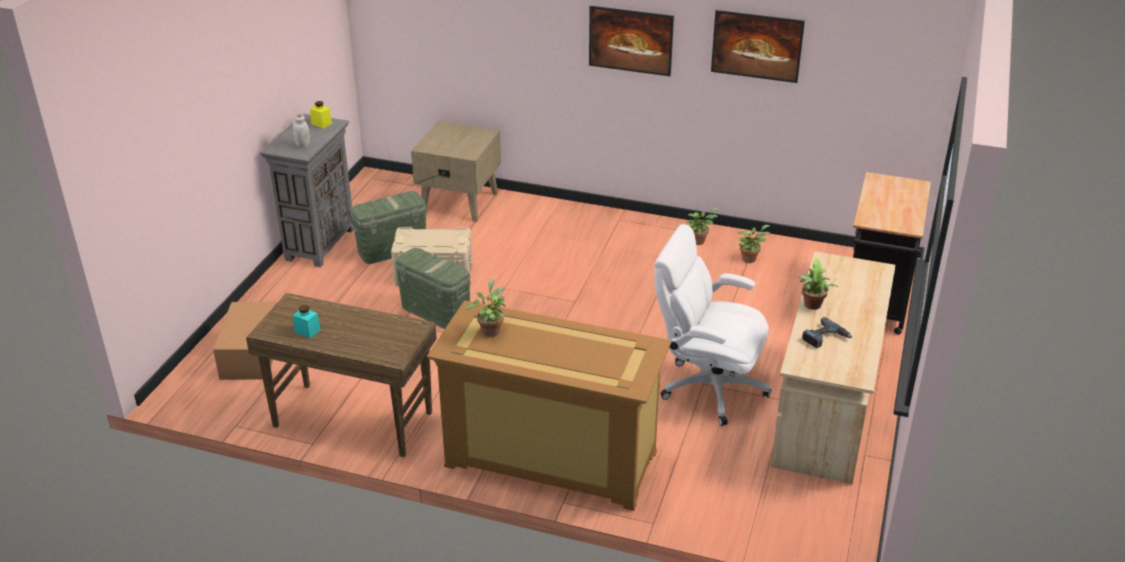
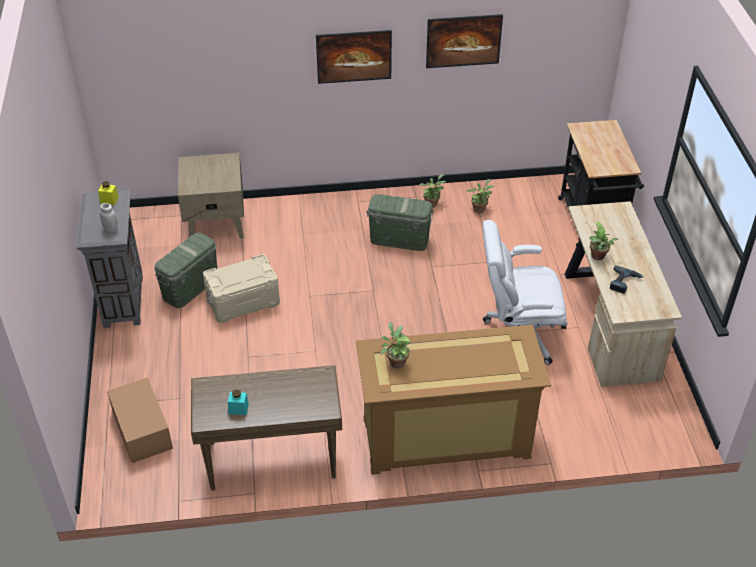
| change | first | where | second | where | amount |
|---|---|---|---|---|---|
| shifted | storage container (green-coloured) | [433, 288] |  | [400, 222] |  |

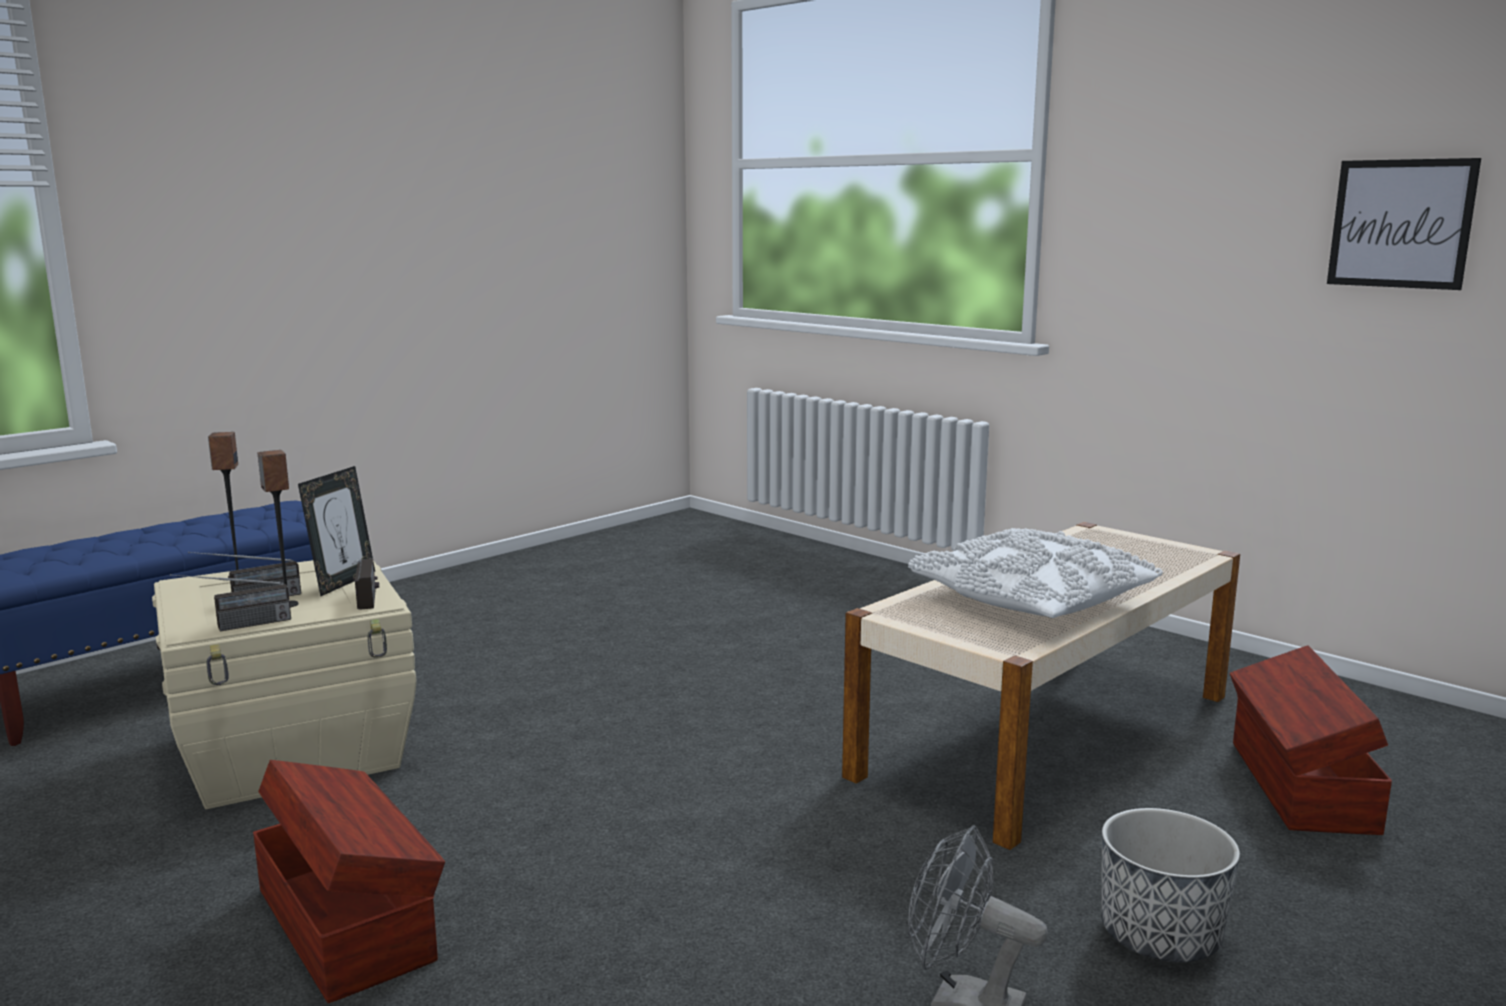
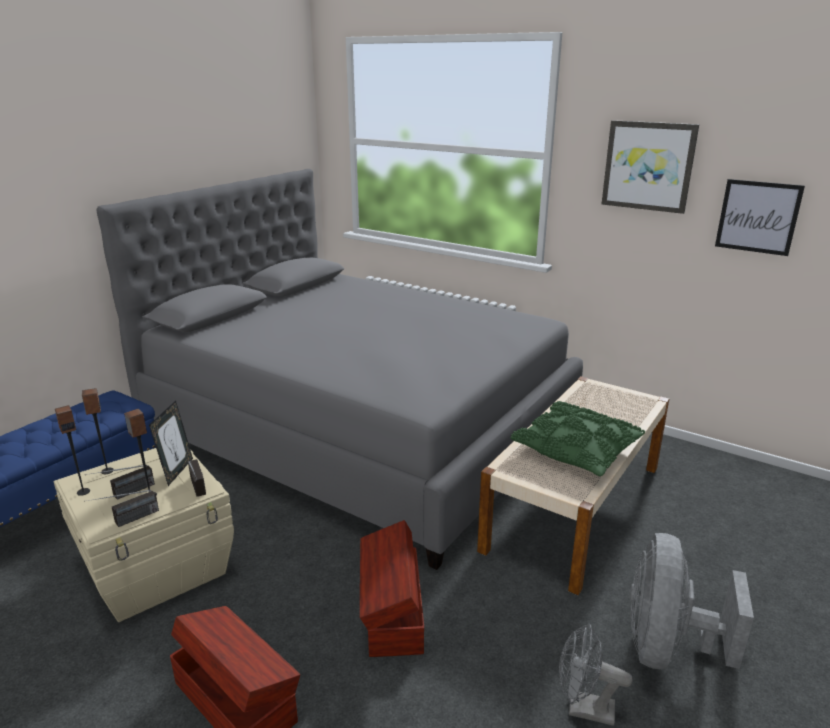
| change | first | where | second | where | amount |
|---|---|---|---|---|---|
| new |  |  | loudspeaker | [72, 450] |  |
| new |  |  | bed (greyish) | [340, 369] |  |
| new |  |  | wall picture | [650, 167] |  |
| shifted | storage container (brown-coloured) | [1311, 740] |  | [392, 588] |  |
| swapped | flower pot | [1170, 885] | fan (greyish) | [692, 601] |  |
| repainted | pillow (whitish) | [1035, 573] | pillow (green-coloured) | [577, 438] |  |

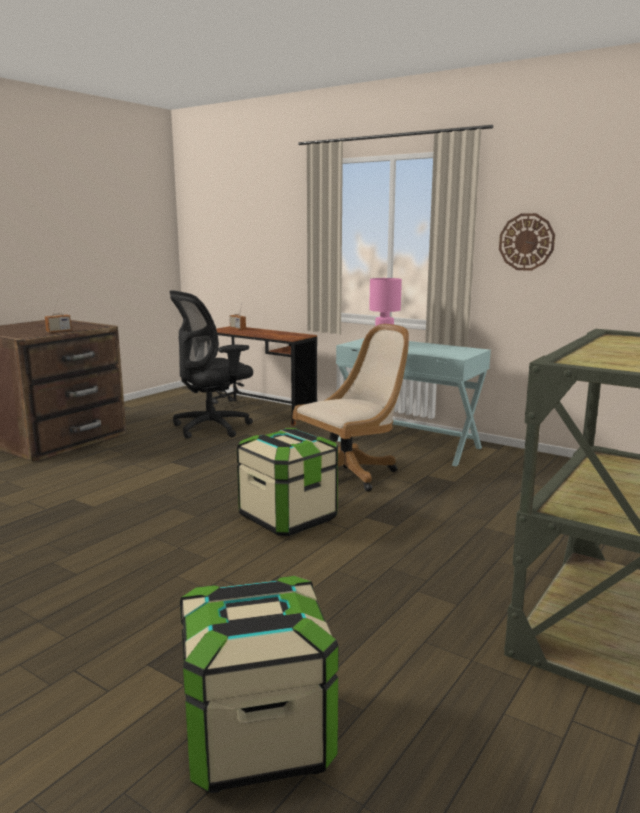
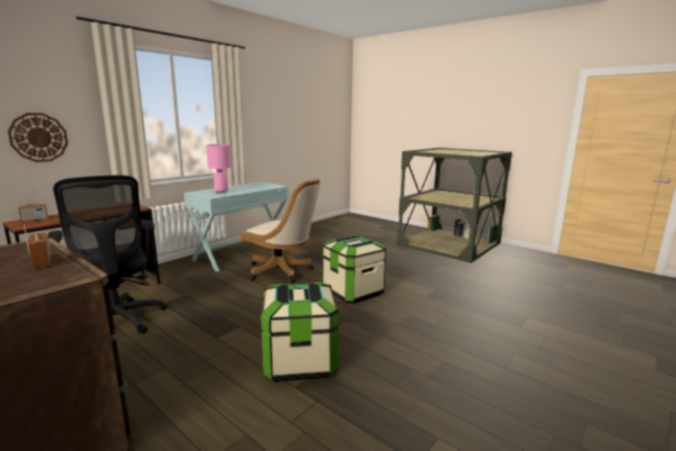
| change | first | where | second | where | amount |
|---|---|---|---|---|---|
| shifted | storage container | [259, 684] |  | [300, 332] |  |
| shifted | wall clock | [527, 242] |  | [38, 137] |  |
| rotated | computer chair | [350, 407] |  | [280, 230] | 150 degrees clockwise |

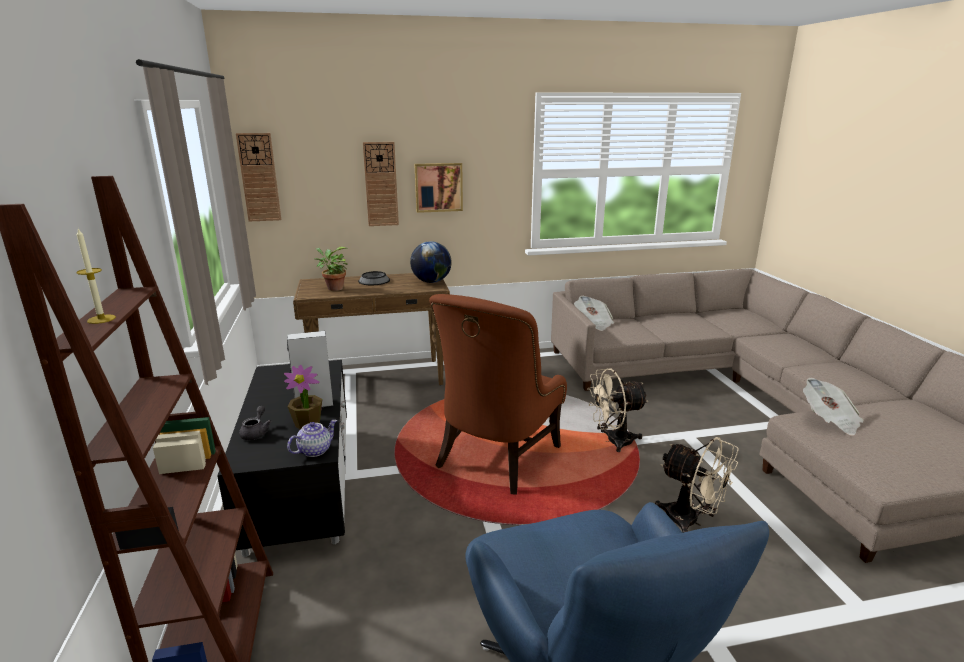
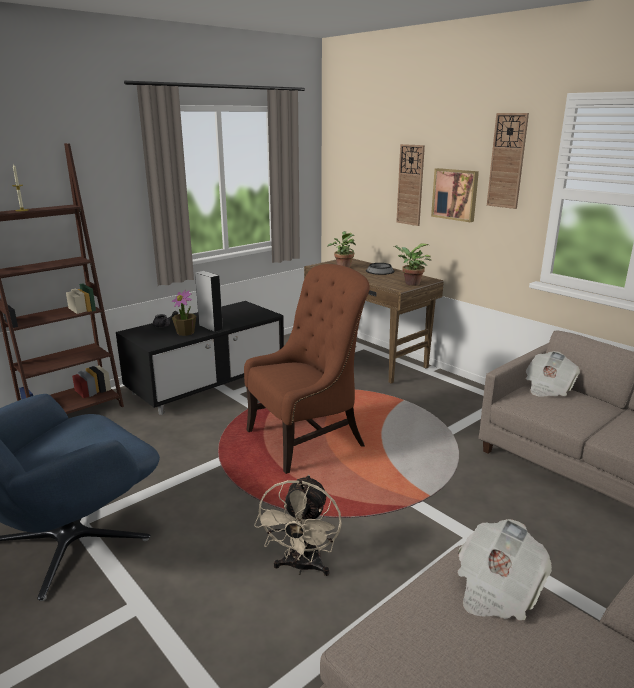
| change | first | where | second | where | amount |
|---|---|---|---|---|---|
| gone | teapot | [312, 438] |  |  |  |
| gone | fan (sand-coloured) | [617, 410] |  |  |  |
| shifted | wall clock | [258, 177] |  | [508, 161] |  |
| swapped | globe | [431, 262] | plant in a pot | [413, 265] |  |
| rotated | armchair (brown-coloured) | [498, 394] |  | [307, 369] | 150 degrees clockwise |

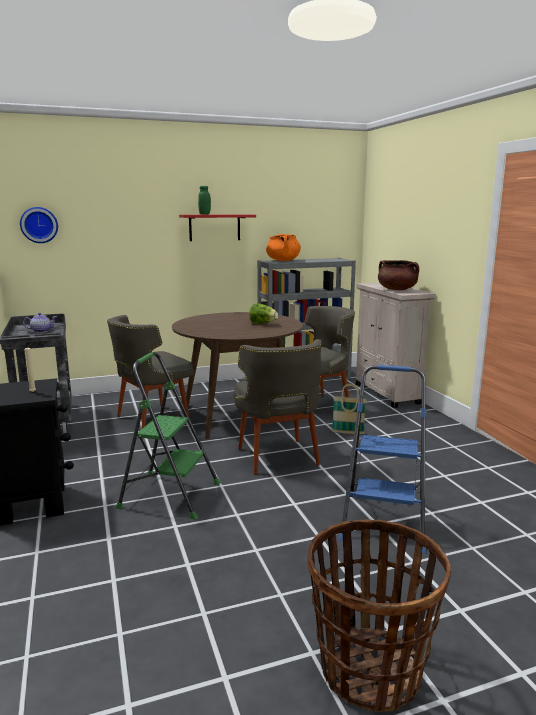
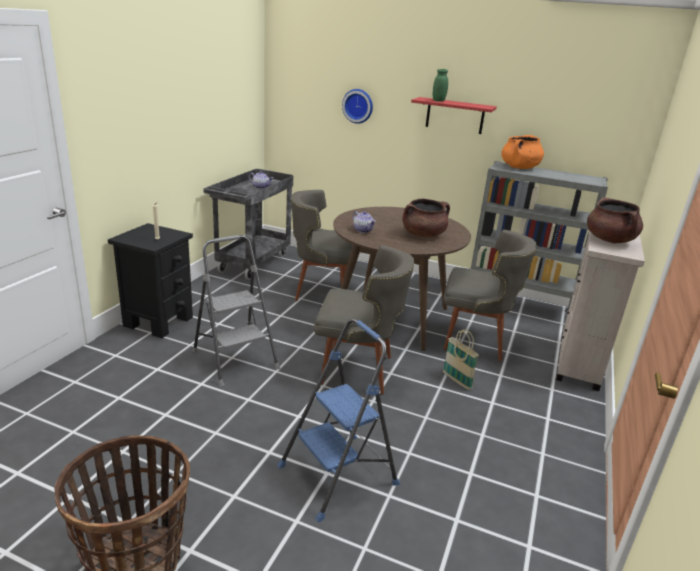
| change | first | where | second | where | amount |
|---|---|---|---|---|---|
| new |  |  | teapot | [364, 222] |  |
| shifted | wall clock | [39, 225] |  | [357, 106] |  |
| swapped | lettuce head | [263, 313] | saucepot (brown-coloured) | [426, 218] |  |
| repainted | step stool (green-coloured) | [168, 436] | step stool (greyish) | [236, 311] |  |
| rotated | chair (greyish) | [277, 407] |  | [364, 319] | 105 degrees counterclockwise |

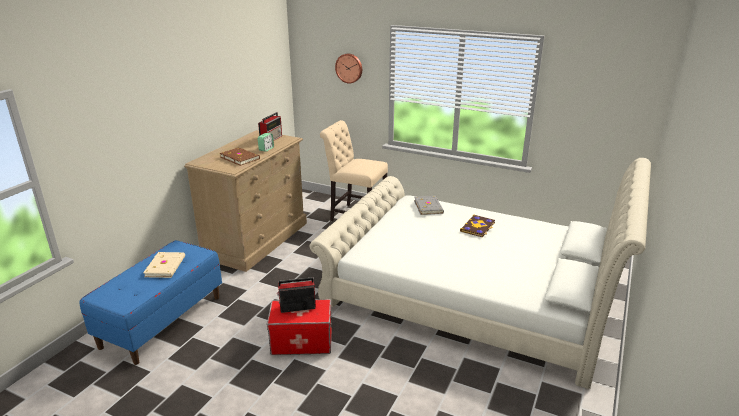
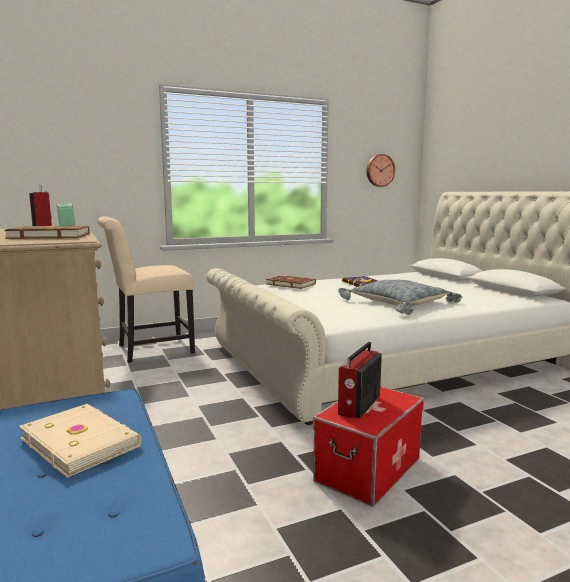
| change | first | where | second | where | amount |
|---|---|---|---|---|---|
| new |  |  | pillow | [400, 297] |  |
| shifted | wall clock | [348, 69] |  | [381, 170] |  |
| repainted | bound book (greyish) | [429, 205] | bound book (brown-coloured) | [291, 282] |  |

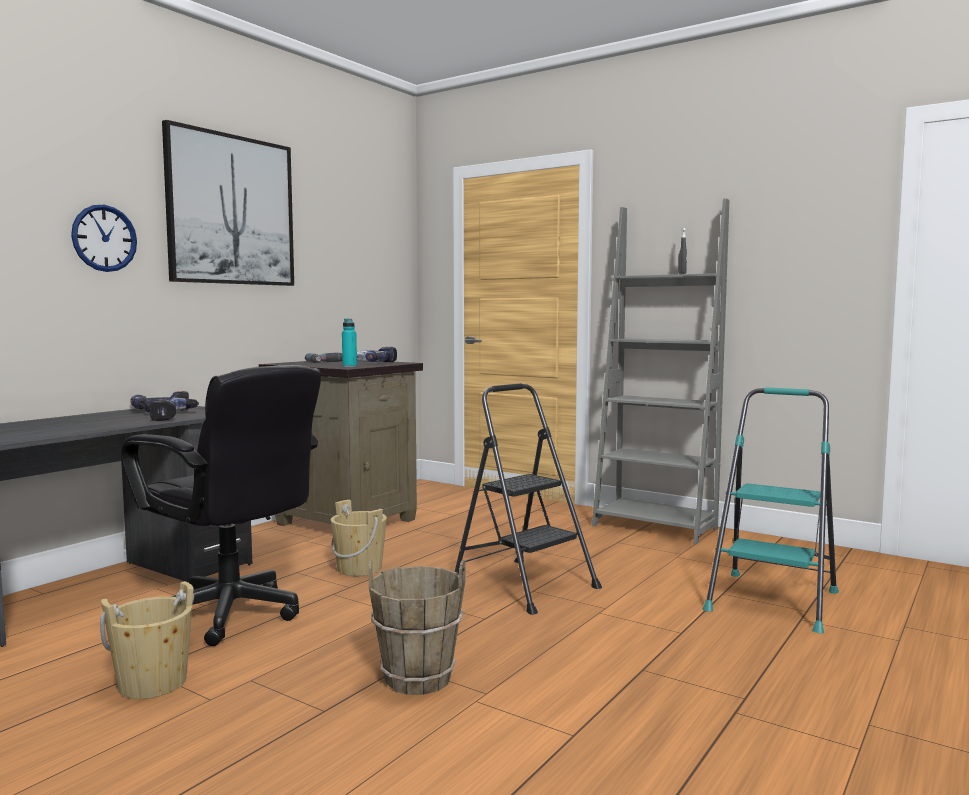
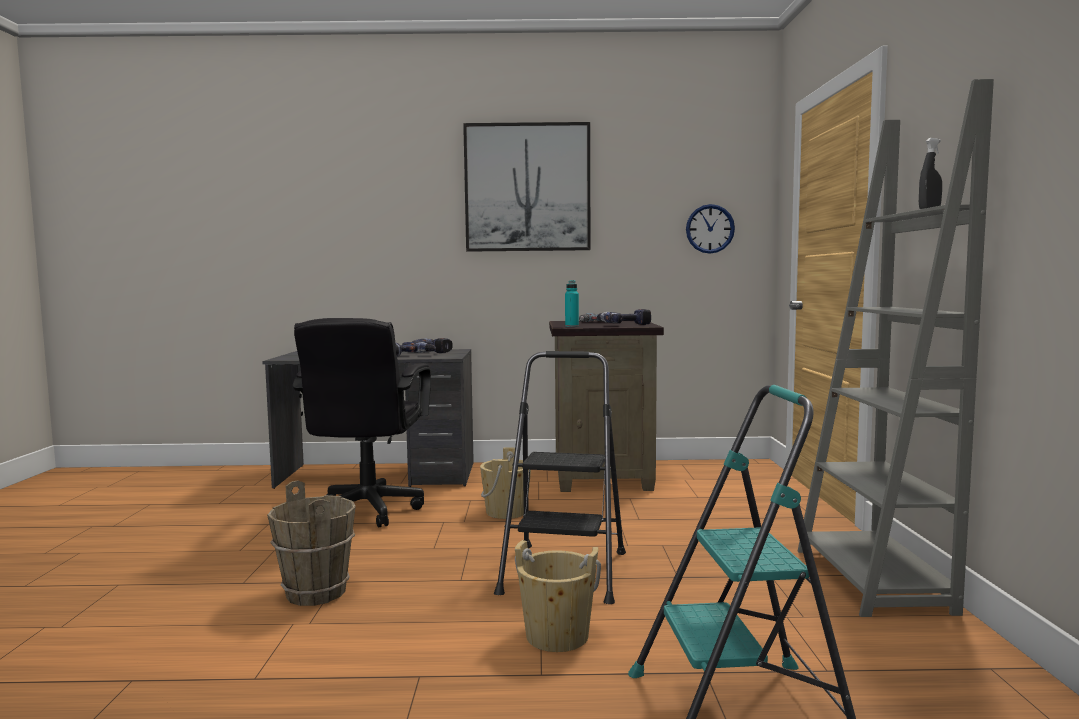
| change | first | where | second | where | amount |
|---|---|---|---|---|---|
| shifted | wall clock | [104, 238] |  | [710, 229] |  |
| shifted | bucket (sand-coloured) | [147, 640] |  | [558, 596] |  |

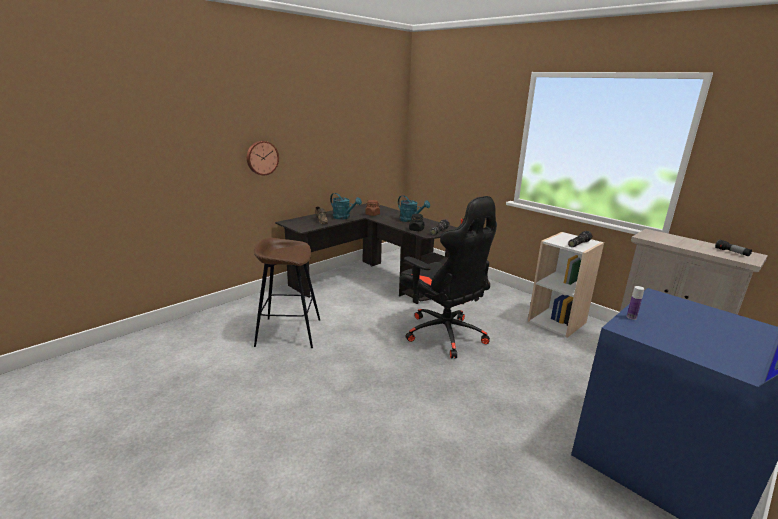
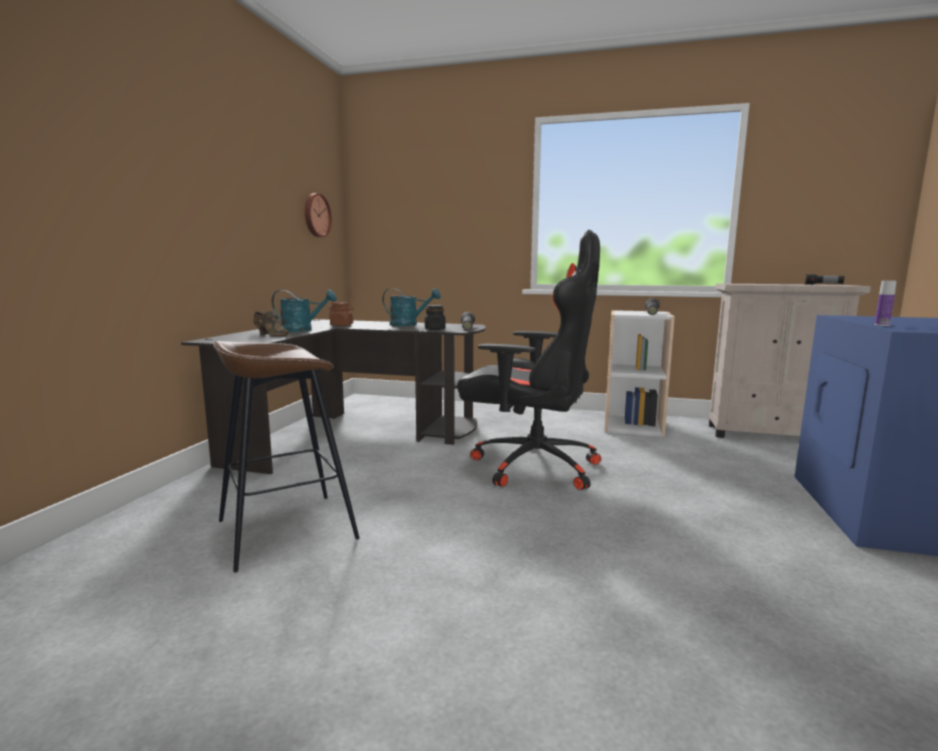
| change | first | where | second | where | amount |
|---|---|---|---|---|---|
| shifted | wall clock | [263, 158] |  | [318, 215] |  |

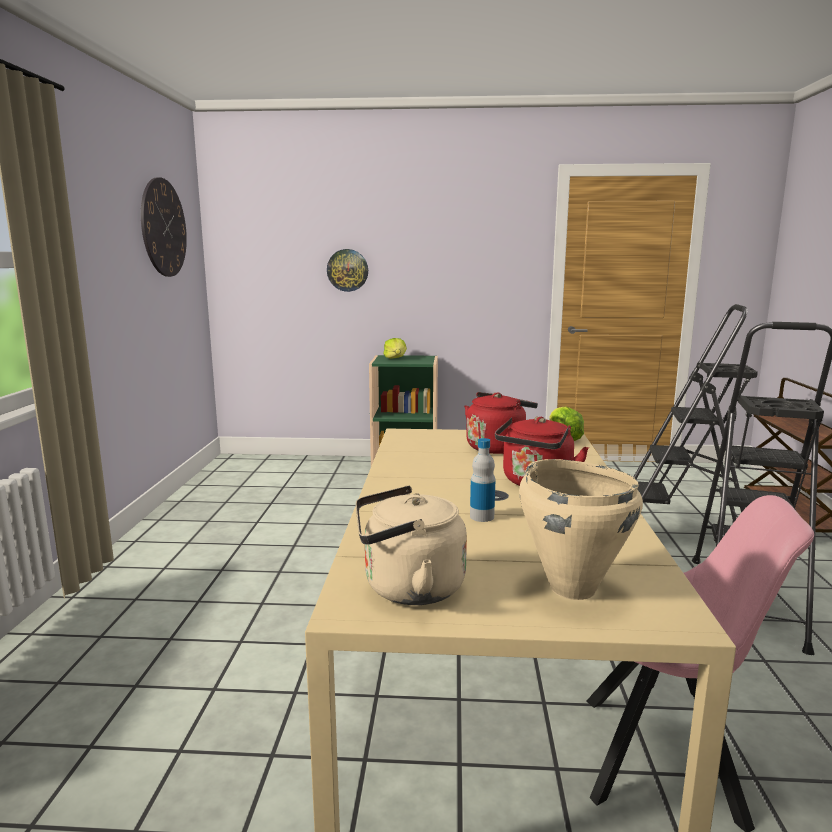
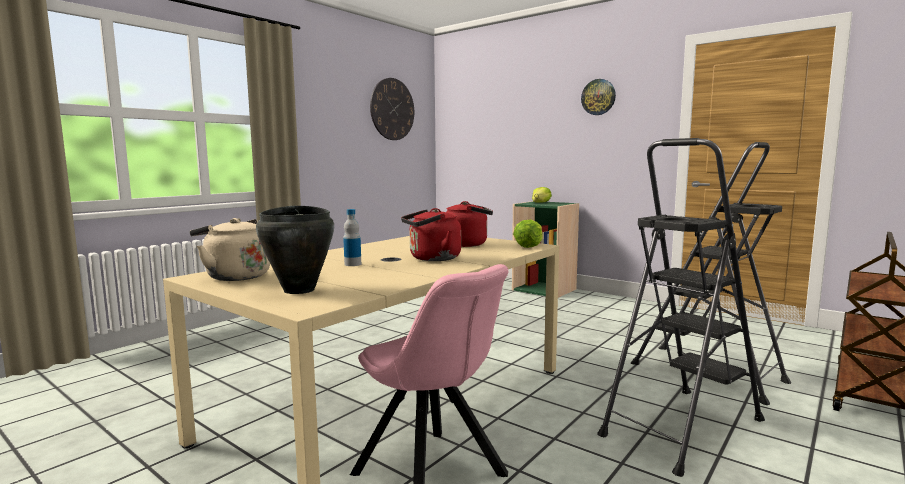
| change | first | where | second | where | amount |
|---|---|---|---|---|---|
| shifted | wall clock | [347, 270] |  | [598, 97] |  |
| repainted | saucepot (sand-coloured) | [581, 529] | saucepot (black) | [295, 249] |  |

